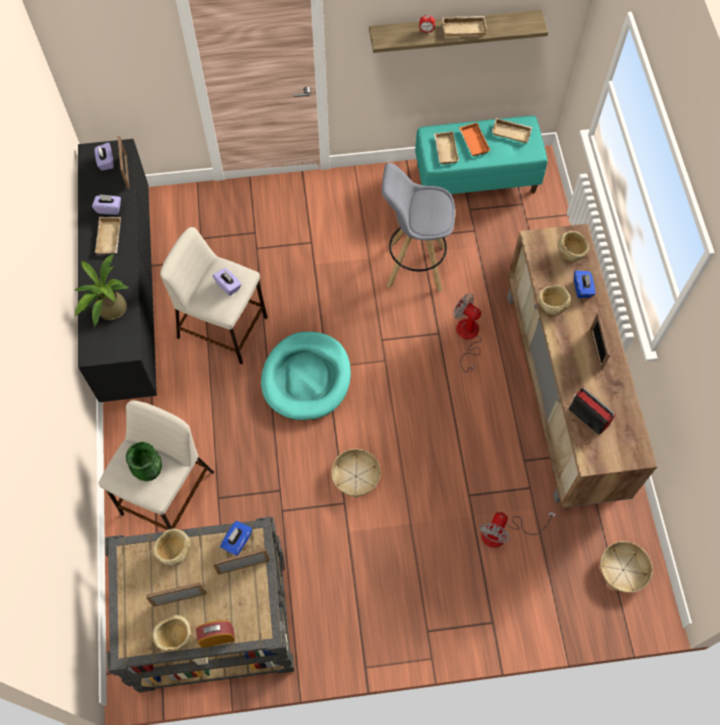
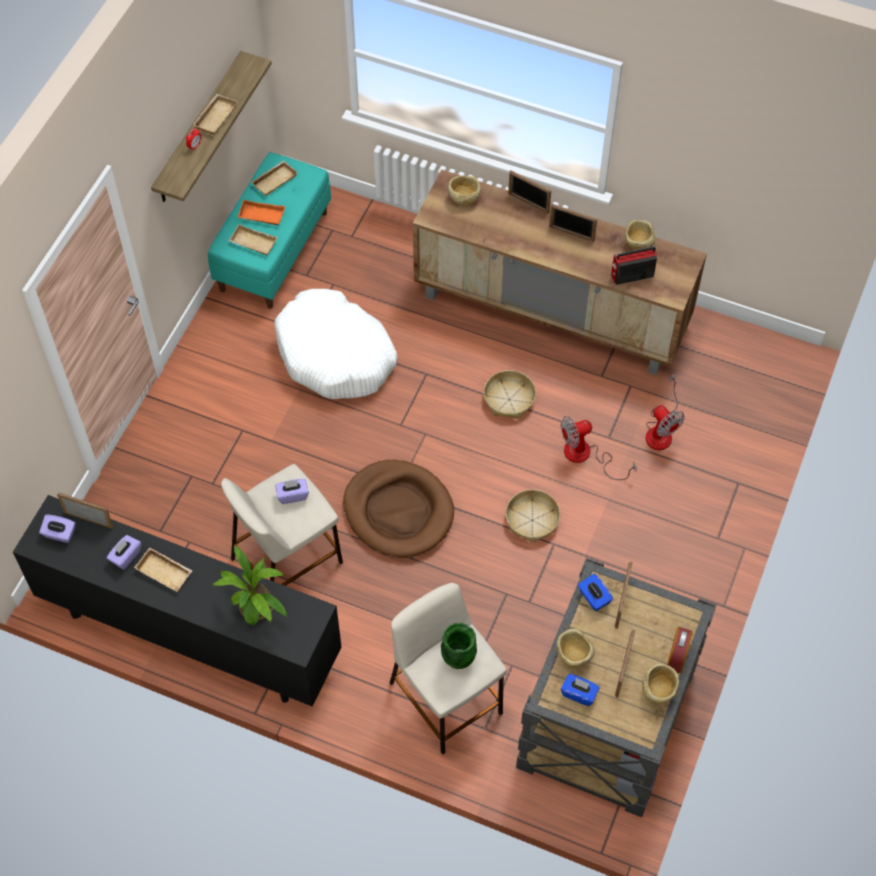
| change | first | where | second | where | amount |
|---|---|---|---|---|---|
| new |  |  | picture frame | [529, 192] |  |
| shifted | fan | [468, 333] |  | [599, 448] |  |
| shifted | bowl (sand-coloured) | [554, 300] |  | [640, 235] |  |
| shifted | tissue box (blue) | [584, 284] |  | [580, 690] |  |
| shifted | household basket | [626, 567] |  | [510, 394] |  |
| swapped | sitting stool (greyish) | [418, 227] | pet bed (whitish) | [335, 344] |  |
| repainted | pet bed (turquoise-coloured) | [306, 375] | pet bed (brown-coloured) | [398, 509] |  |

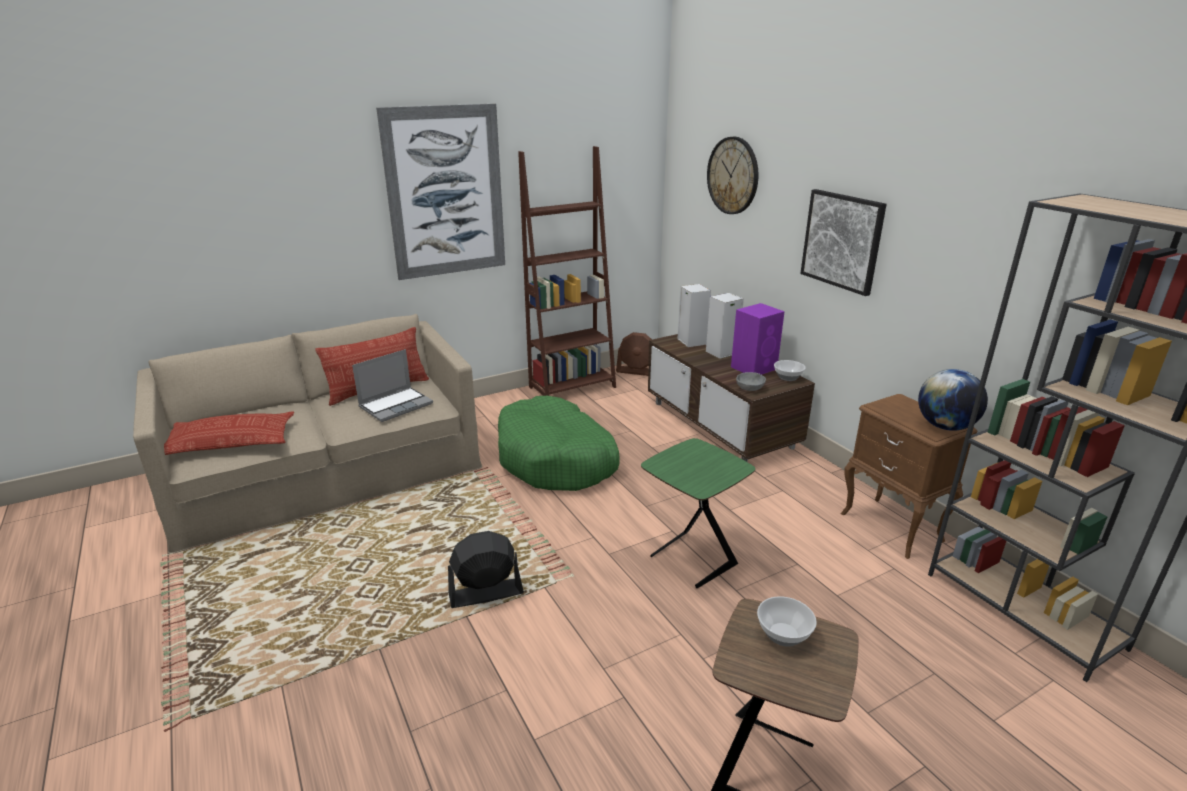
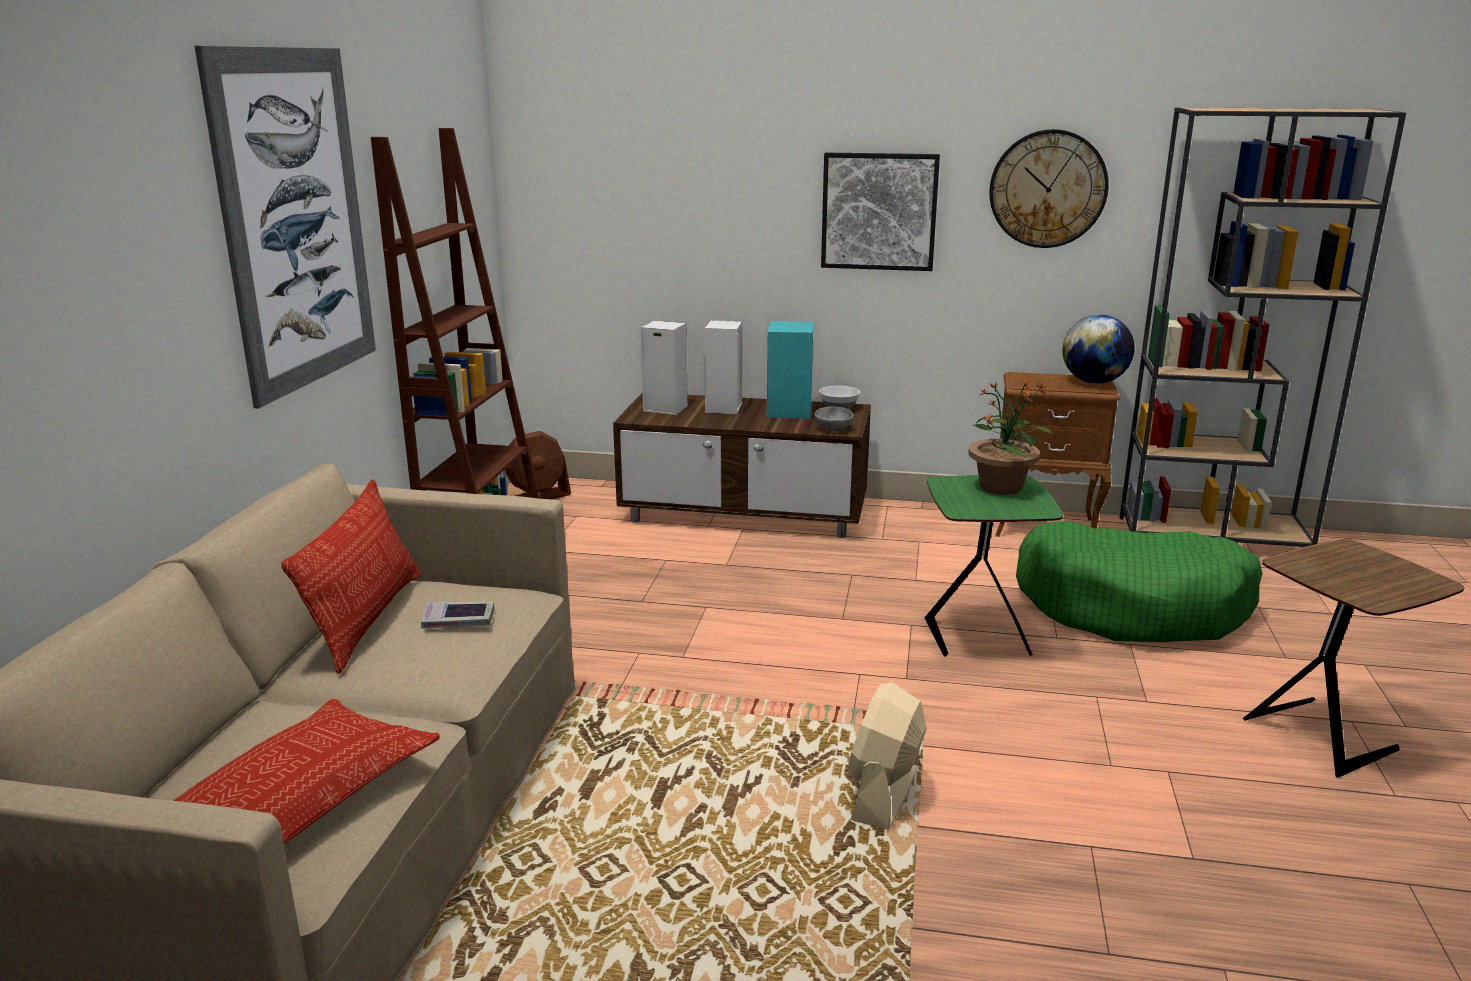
| change | first | where | second | where | amount |
|---|---|---|---|---|---|
| gone | bowl | [787, 621] |  |  |  |
| new |  |  | plant in a pot | [1010, 435] |  |
| shifted | pet bed (green-coloured) | [559, 443] |  | [1139, 582] |  |
| shifted | wall clock | [732, 175] |  | [1049, 188] |  |
| swapped | portable computer | [392, 385] | bound book | [457, 615] |  |
| repainted | fan (black) | [486, 569] | fan (sand-coloured) | [887, 756] |  |
| repainted | loudspeaker (purple-coloured) | [758, 339] | loudspeaker (turquoise-coloured) | [790, 370] |  |

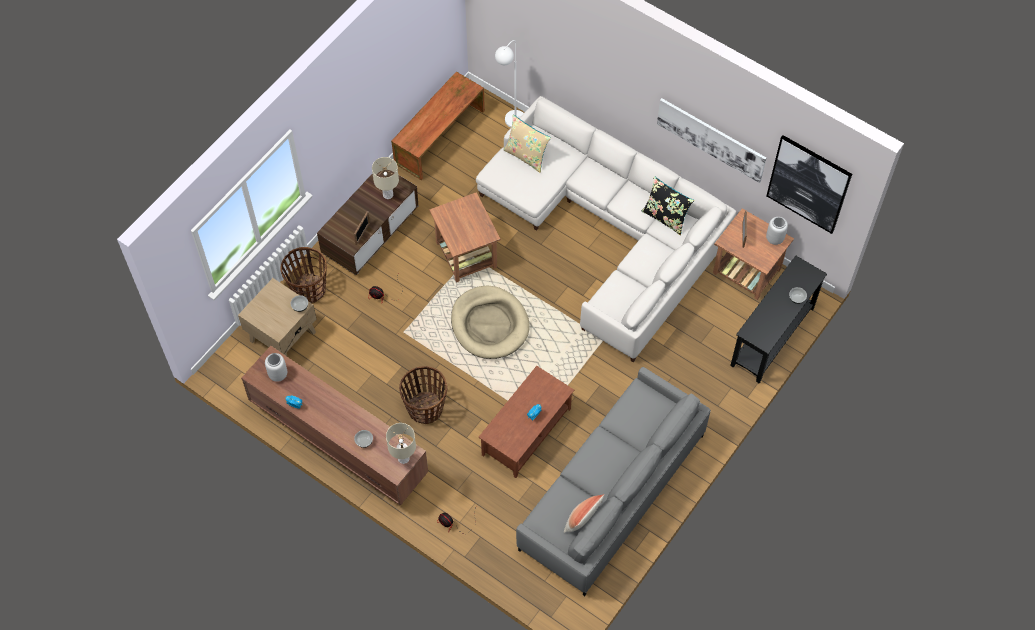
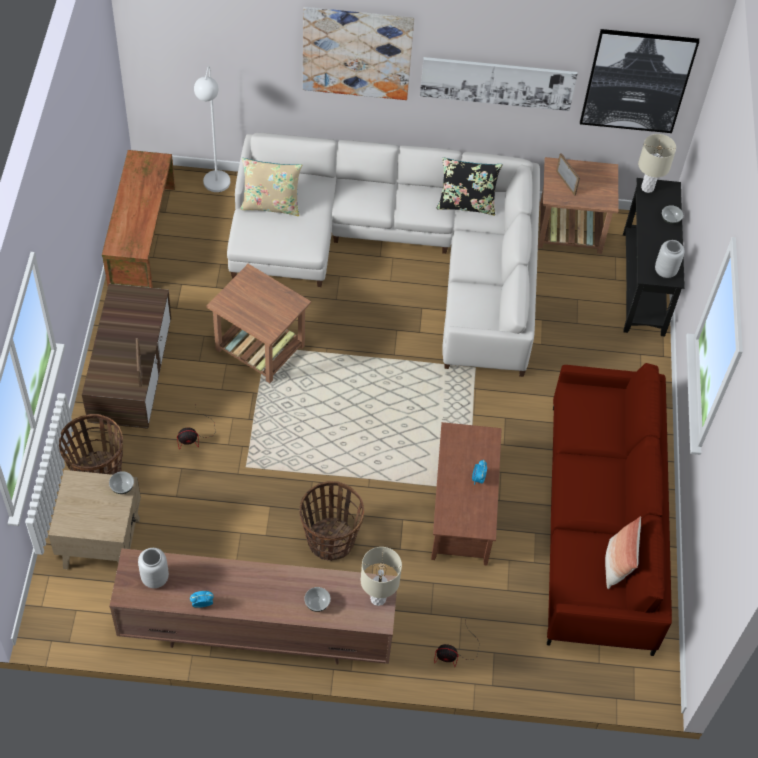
| change | first | where | second | where | amount |
|---|---|---|---|---|---|
| gone | pet bed (sand-coloured) | [490, 322] |  |  |  |
| new |  |  | wall picture | [358, 53] |  |
| shifted | table lamp (sand-coloured) | [385, 178] |  | [657, 163] |  |
| shifted | decorative vase (greyish) | [777, 231] |  | [670, 259] |  |
| repainted | sofa (greyish) | [613, 481] | sofa (red) | [609, 509] |  |

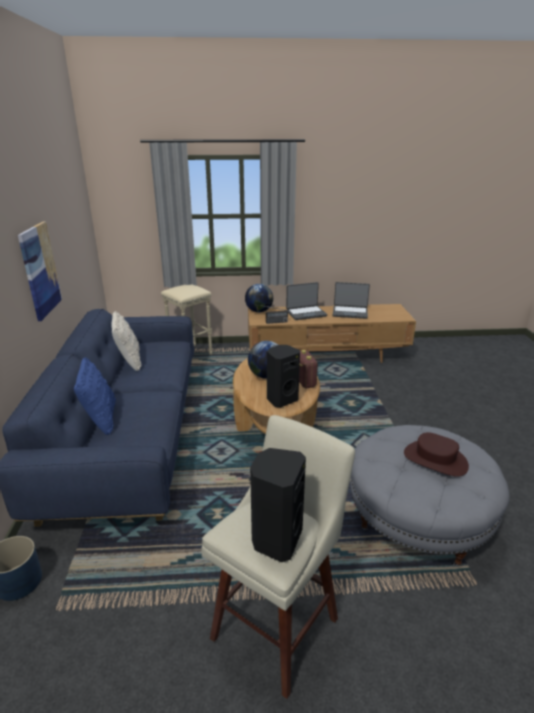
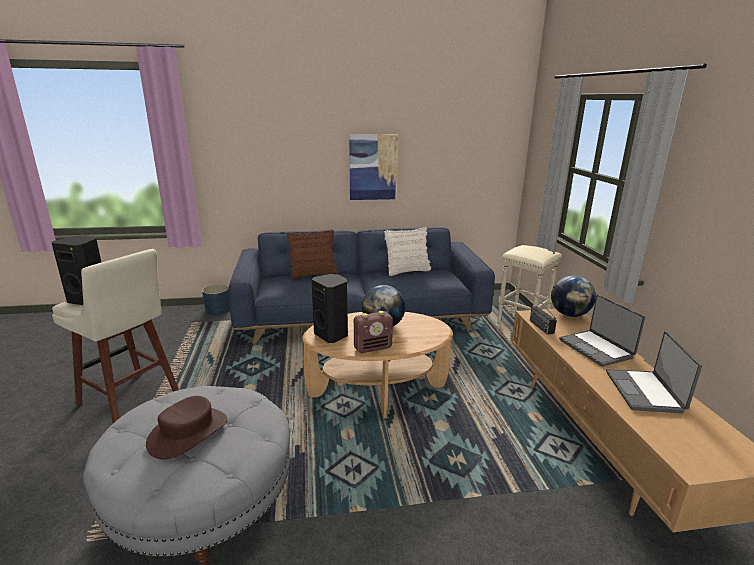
| change | first | where | second | where | amount |
|---|---|---|---|---|---|
| repainted | pillow (blue) | [95, 396] | pillow (brown-coloured) | [312, 254] |  |

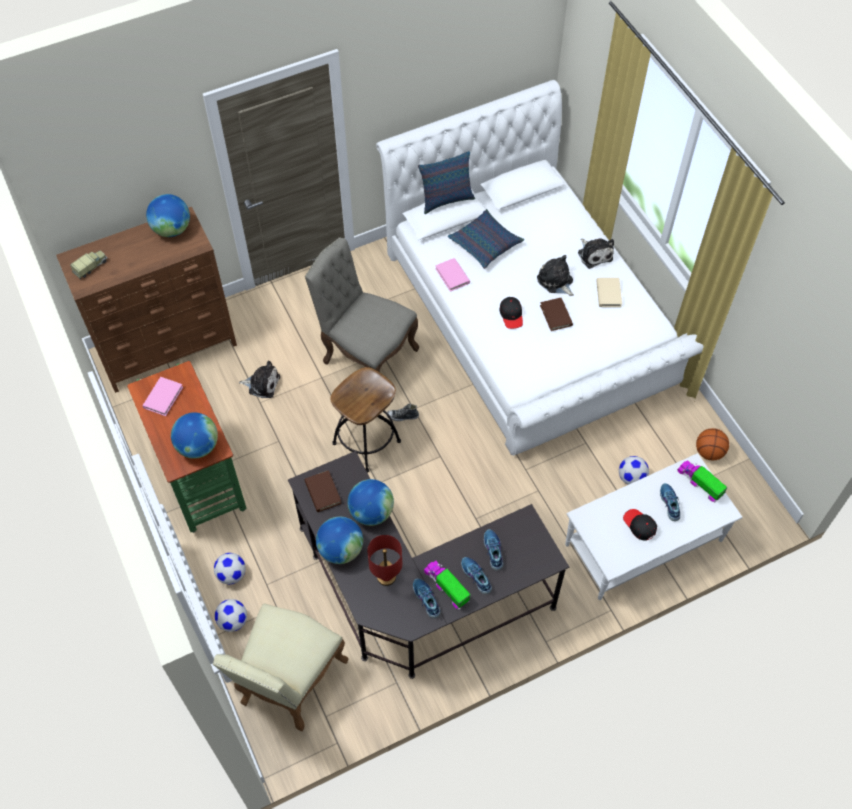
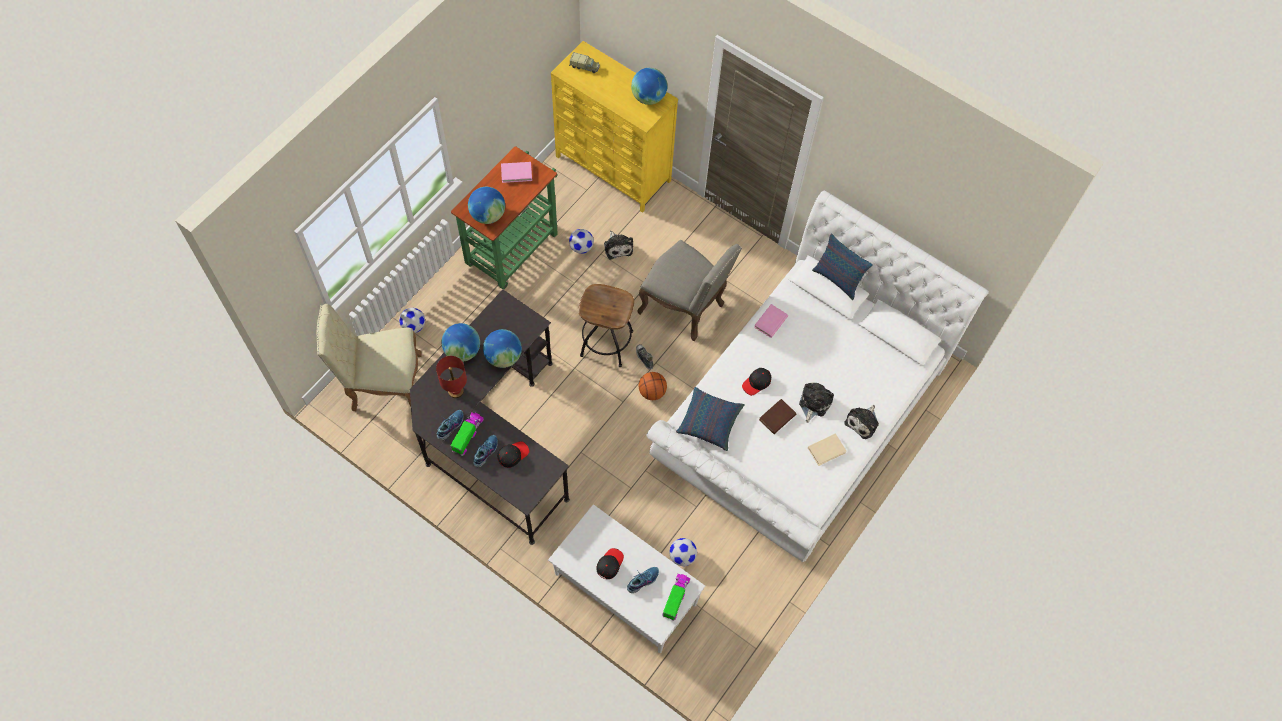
| change | first | where | second | where | amount |
|---|---|---|---|---|---|
| gone | bound book (brown-coloured) | [323, 491] |  |  |  |
| shifted | ball for football | [230, 568] |  | [581, 241] |  |
| shifted | pillow (blue) | [486, 239] |  | [710, 419] |  |
| shifted | basketball | [712, 444] |  | [652, 386] |  |
| swapped | item of footwear | [493, 550] | cap (black) | [513, 454] |  |
| repainted | chest of drawers (brown-coloured) | [146, 300] | chest of drawers (yellow-coloured) | [614, 127] |  |
| rotated | chair (greyish) | [362, 304] |  | [689, 290] | 120 degrees clockwise |

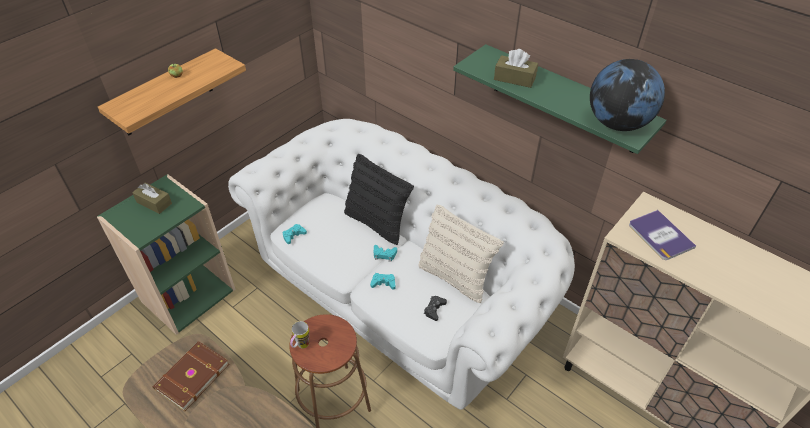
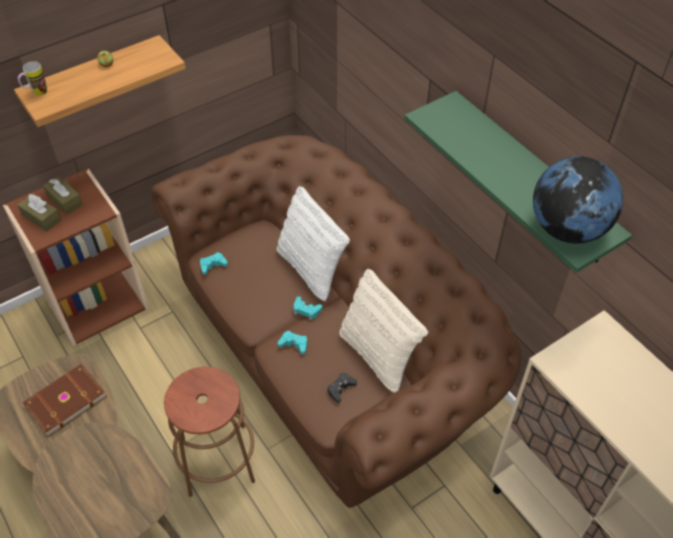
| change | first | where | second | where | amount |
|---|---|---|---|---|---|
| gone | bound book | [662, 235] |  |  |  |
| shifted | tea mug | [300, 335] |  | [32, 78] |  |
| shifted | tissue box (brown-coloured) | [516, 68] |  | [39, 213] |  |
| repainted | bookcase (green-coloured) | [166, 254] | bookcase (brown-coloured) | [76, 257] |  |
| repainted | sofa (whitish) | [401, 264] | sofa (brown-coloured) | [336, 321] |  |
| repainted | pillow (black) | [379, 199] | pillow (whitish) | [313, 243] |  |

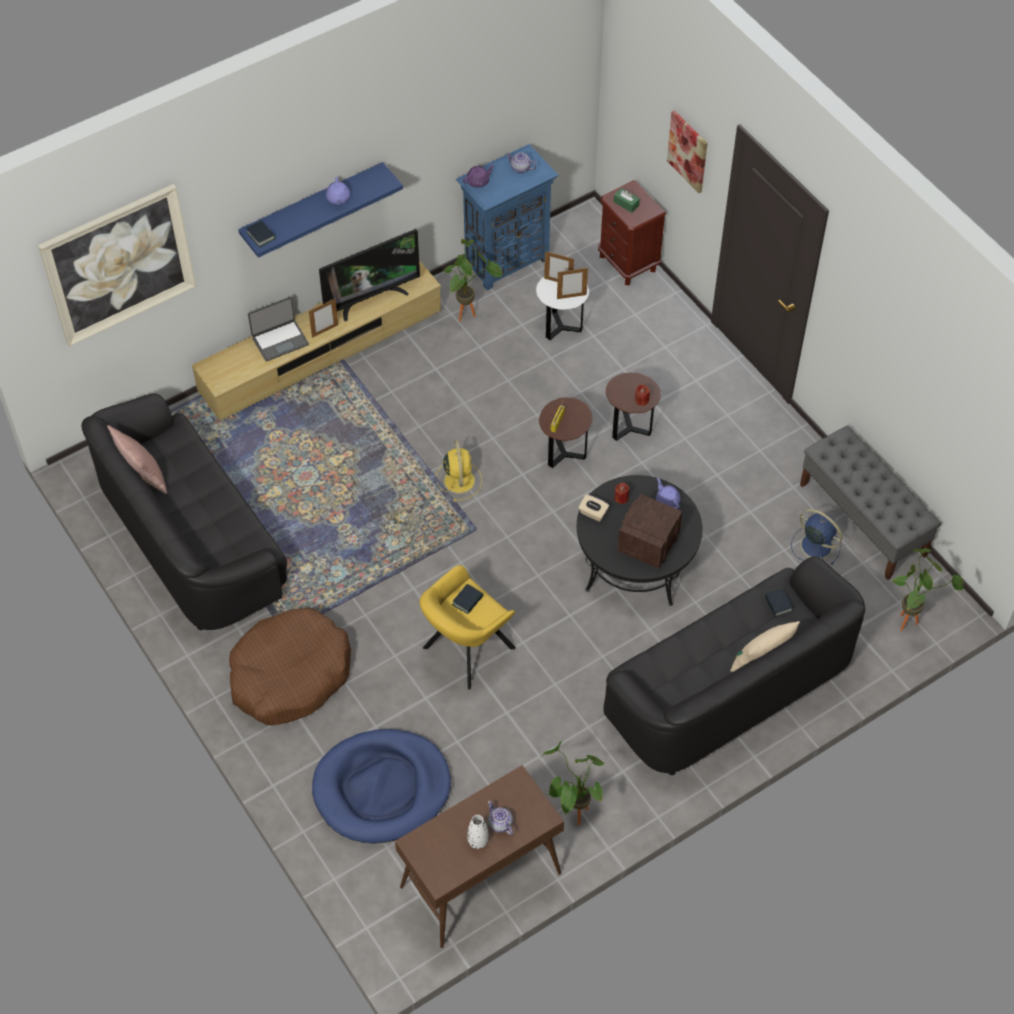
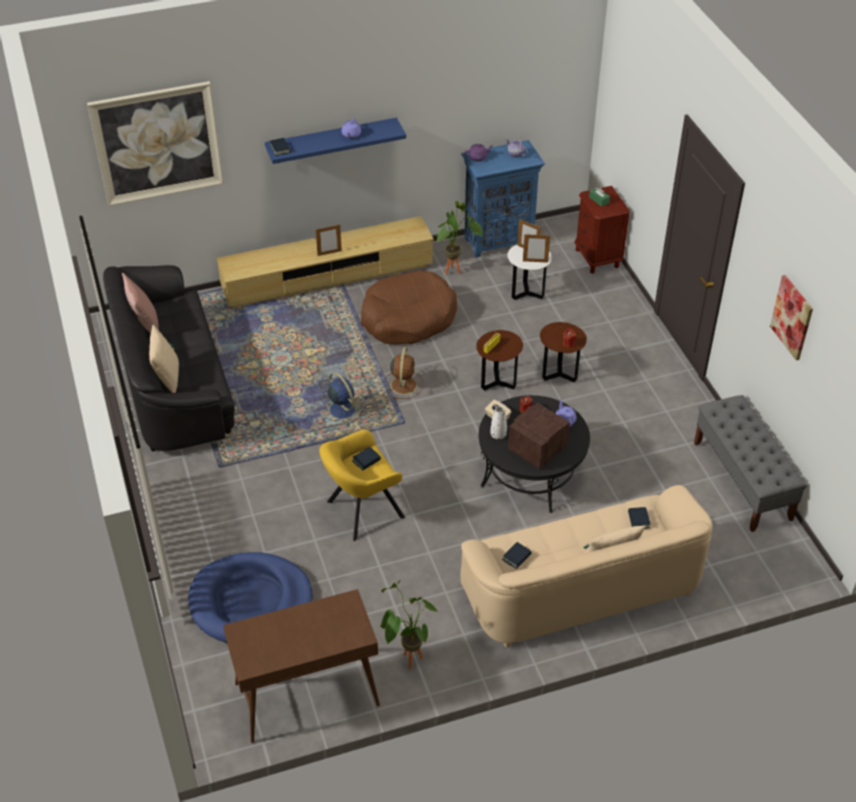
| change | first | where | second | where | amount |
|---|---|---|---|---|---|
| gone | portable computer | [278, 329] |  |  |  |
| gone | television | [369, 275] |  |  |  |
| gone | teapot | [500, 818] |  |  |  |
| gone | plant in a pot | [928, 590] |  |  |  |
| new |  |  | pillow (sand-coloured) | [164, 359] |  |
| new |  |  | bound book | [517, 555] |  |
| shifted | pet bed (brown-coloured) | [290, 667] |  | [409, 307] |  |
| shifted | decorative vase (whitish) | [478, 832] |  | [498, 423] |  |
| shifted | wall picture | [687, 151] |  | [791, 317] |  |
| shifted | fan (blue) | [816, 537] |  | [343, 398] |  |
| repainted | fan (yellow-coloured) | [459, 470] | fan (brown-coloured) | [404, 373] |  |
| repainted | sofa (black) | [734, 665] | sofa (sand-coloured) | [586, 566] |  |

